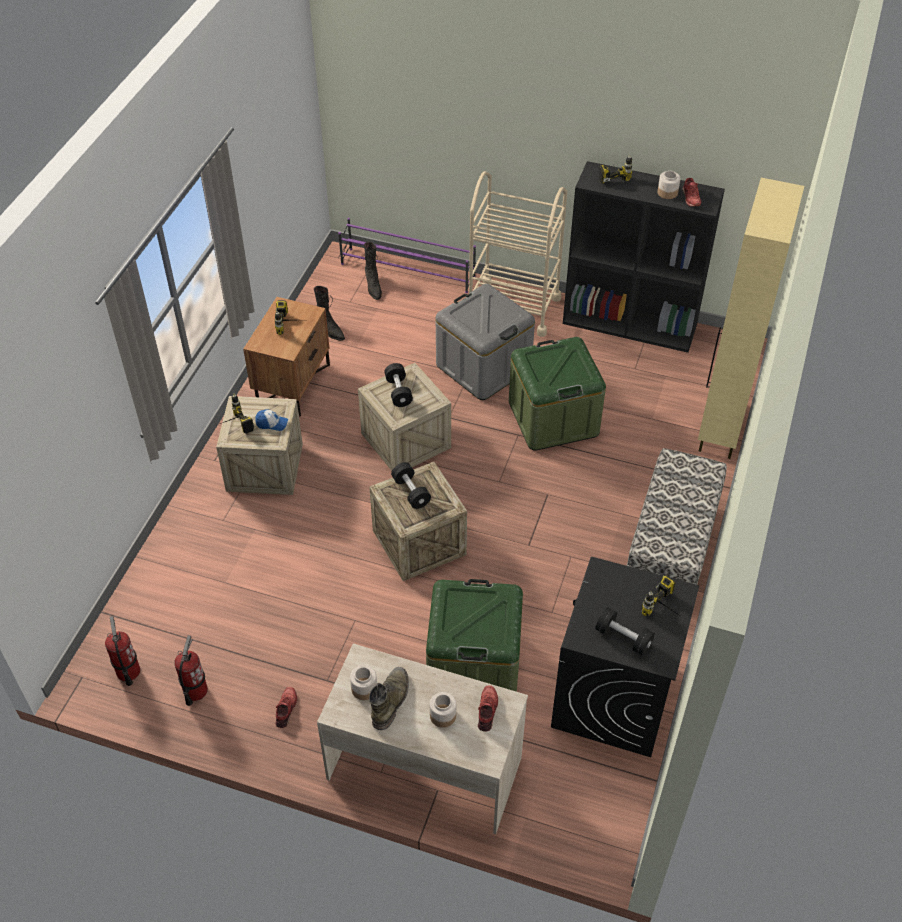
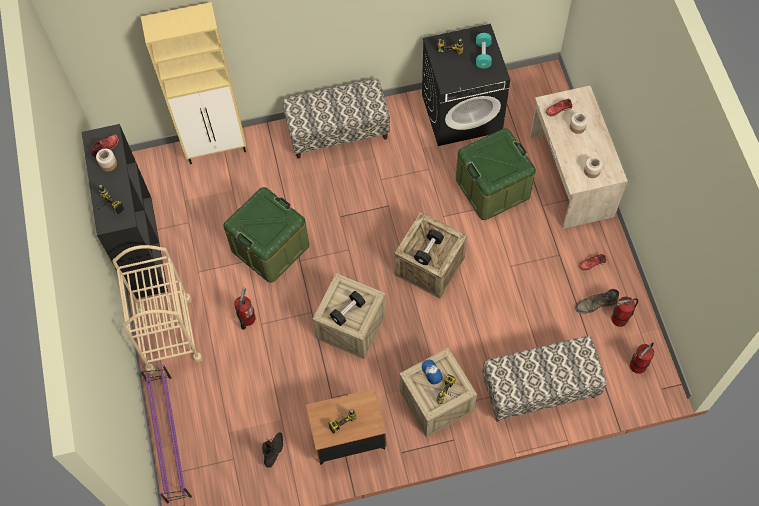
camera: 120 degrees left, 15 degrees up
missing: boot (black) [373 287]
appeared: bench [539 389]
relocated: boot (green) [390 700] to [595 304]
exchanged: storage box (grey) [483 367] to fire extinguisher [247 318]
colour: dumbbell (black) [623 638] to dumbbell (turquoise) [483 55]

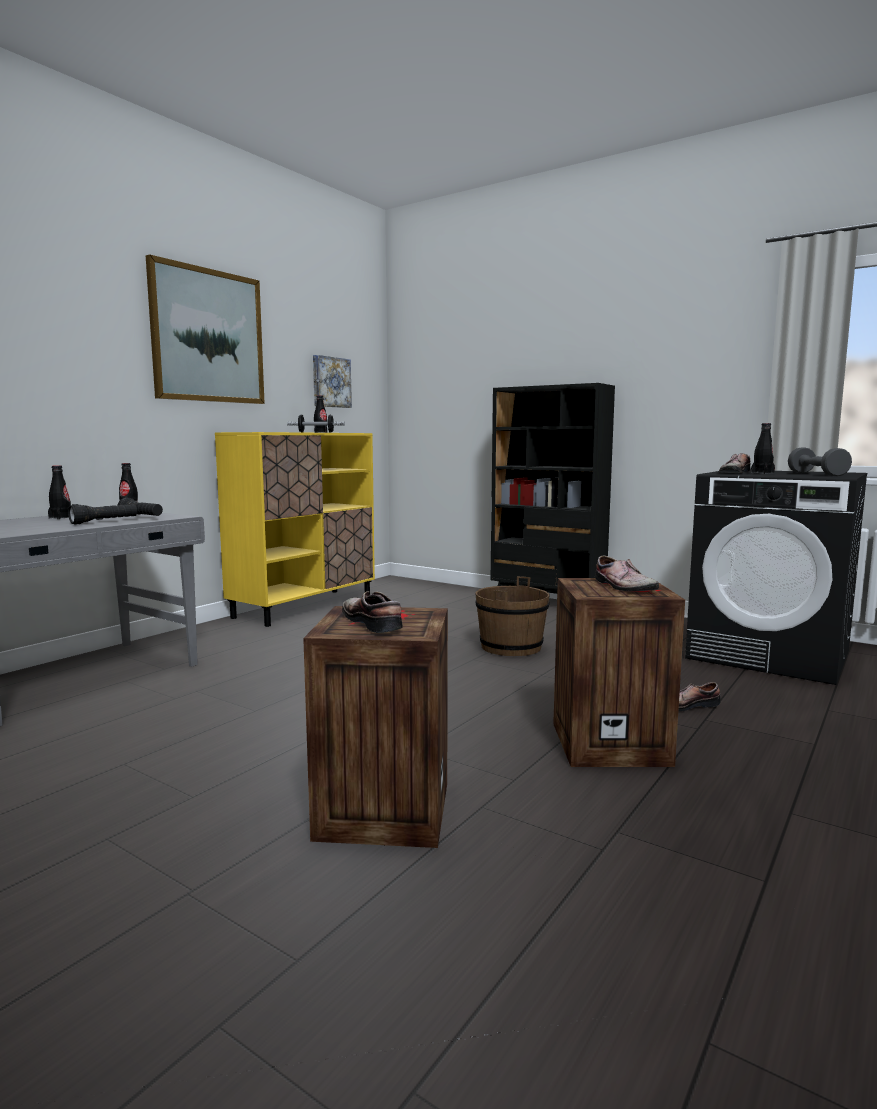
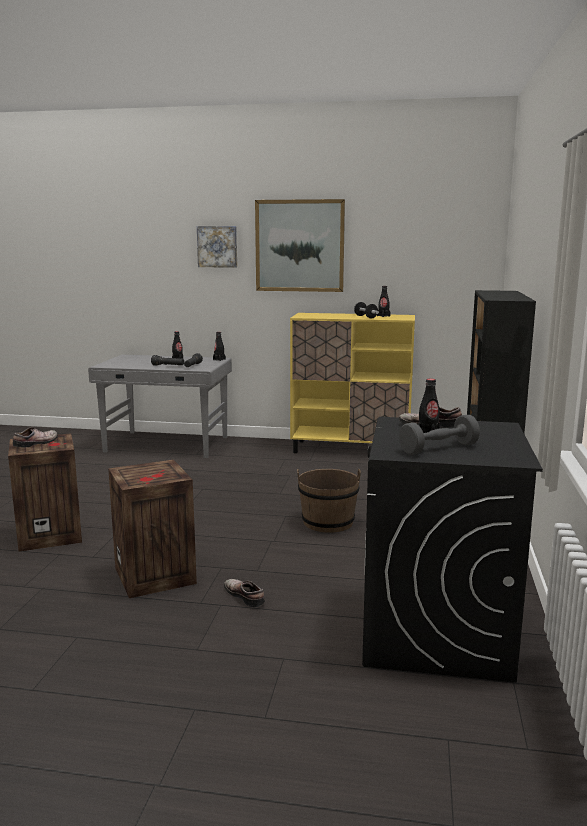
camera: 65 degrees right, 5 degrees up
missing: shoe [622 587]
relocated: picture [330 382] to [217 246]

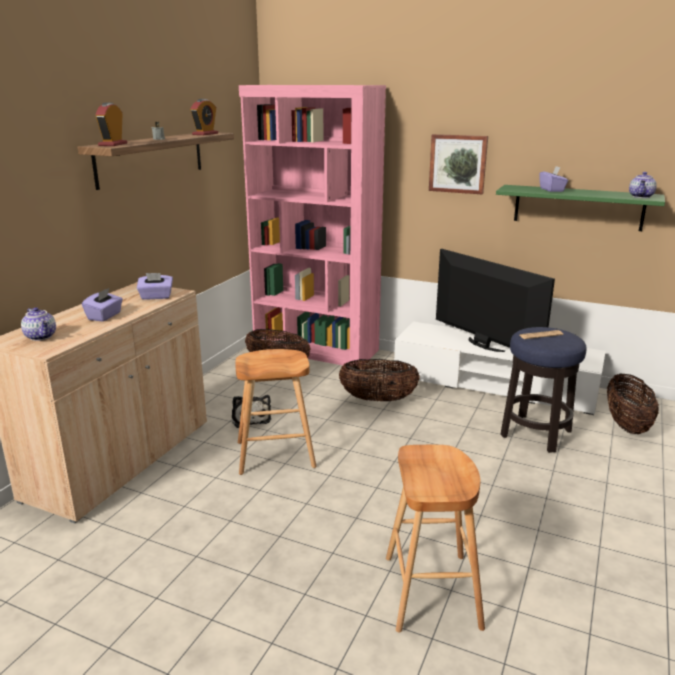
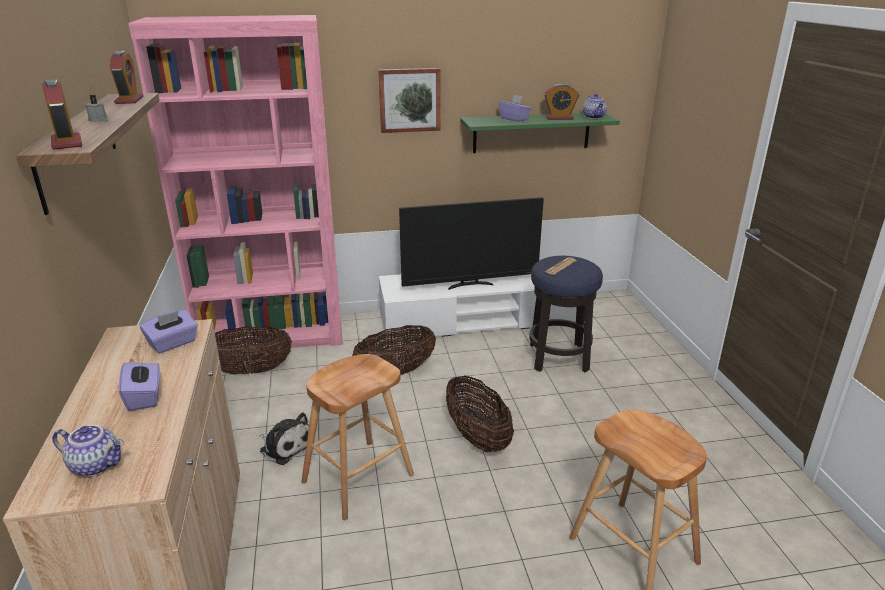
camera: 35 degrees left, 5 degrees up
appeared: alarm clock [559 118]
relocated: basket [626 425] to [477 437]
spun: television [483 345] = [470 285] 150 degrees clockwise

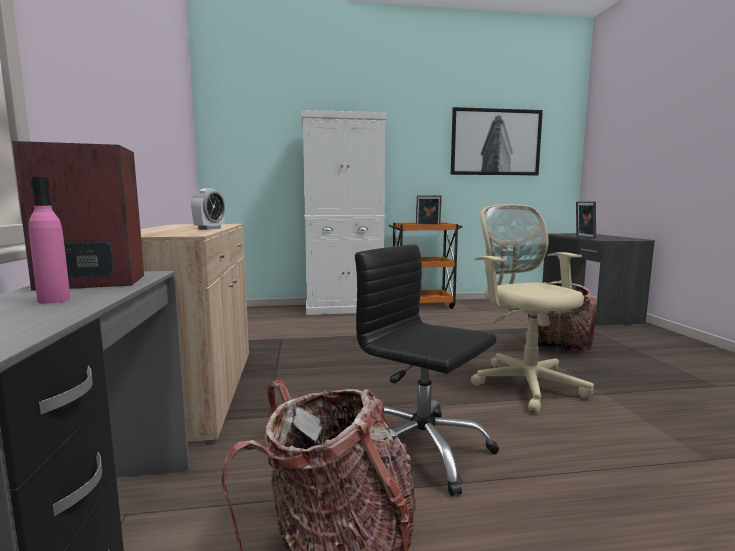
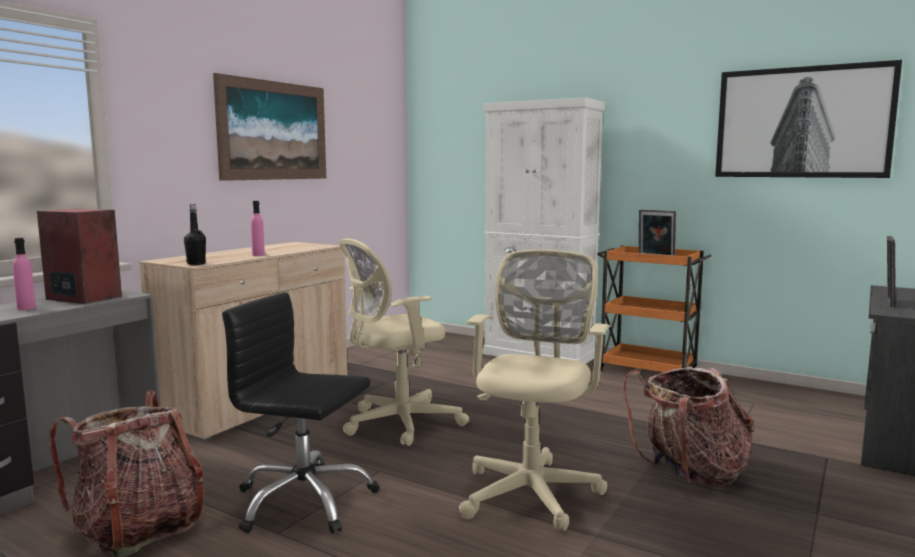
camera: 40 degrees right, 0 degrees up
appeared: bottle (black) [196 264]; picture [274 131]; office chair (beige) [397 424]
exchanged: alarm clock [209 229] to bottle (pink) [258 255]
spun: office chair (black) [422 450] = [304 501] 60 degrees counterclockwise

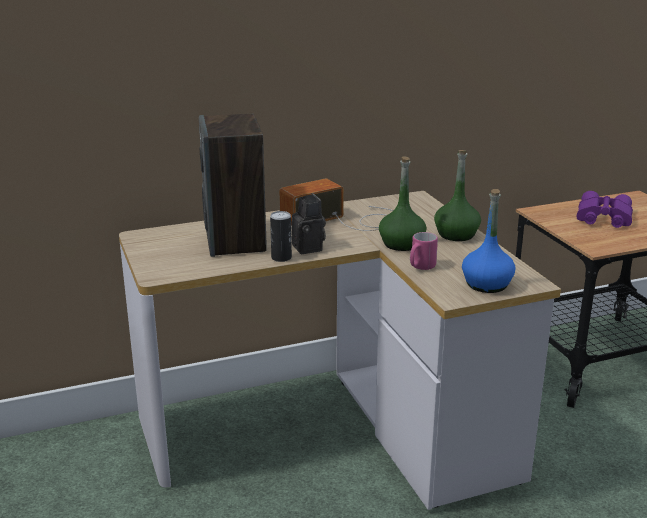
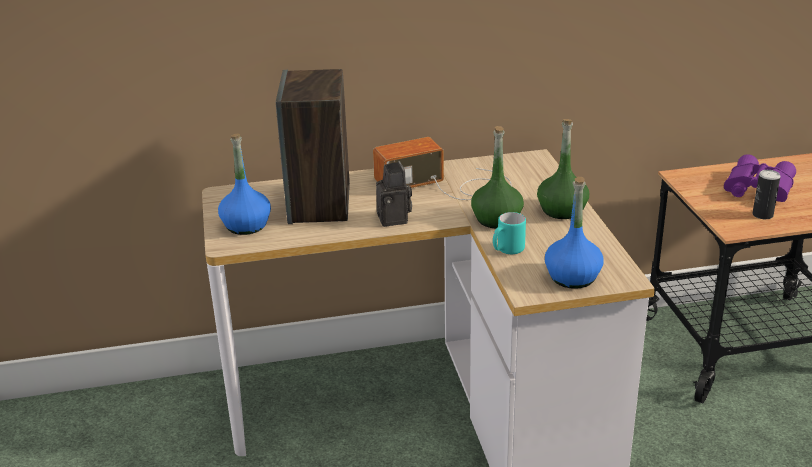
camera: 10 degrees right, 5 degrees up
appeared: bottle (blue) [246 225]
relocated: can [281 258] to [762 215]
colour: mug (pink) [420 267] to mug (turquoise) [507 250]

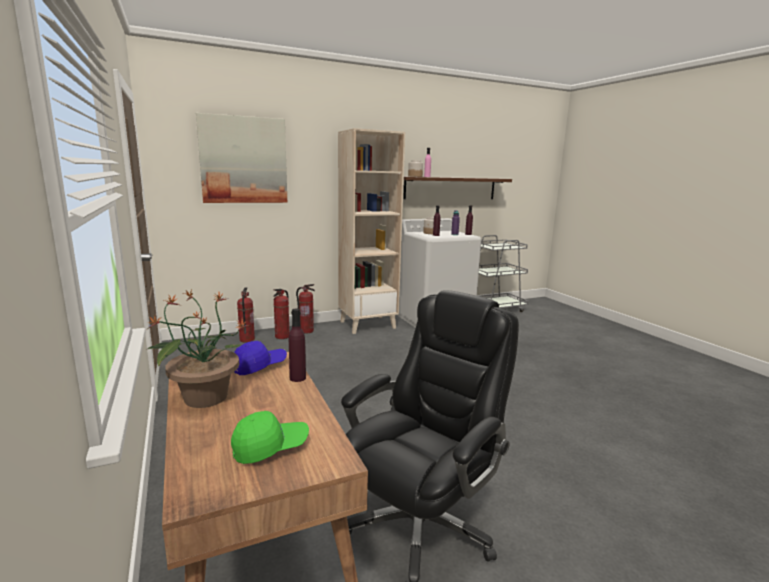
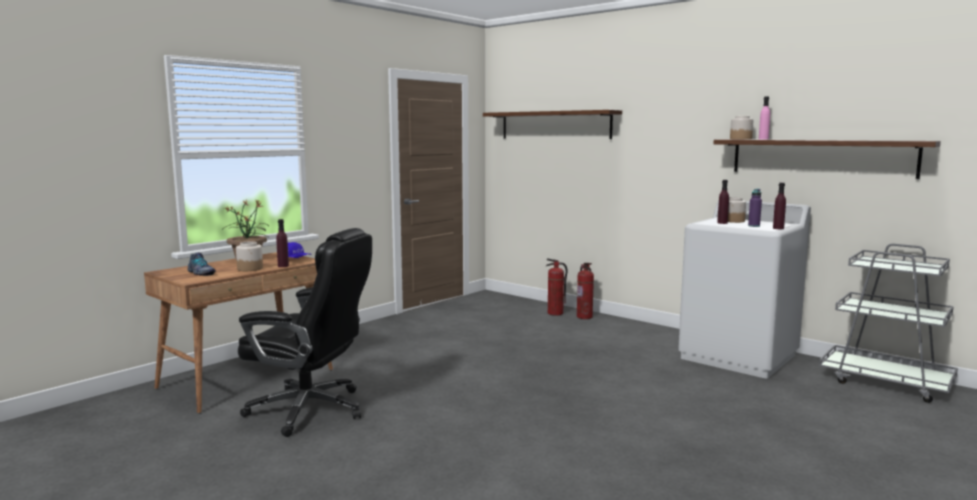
camera: 65 degrees right, 5 degrees down
missing: fire extinguisher [246 339]; bookcase (beige) [368 324]
appeared: jar [250 268]
exchanged: cap (green) [270 447] to shoe [201 273]; picture [244 160] to shelf [554 125]

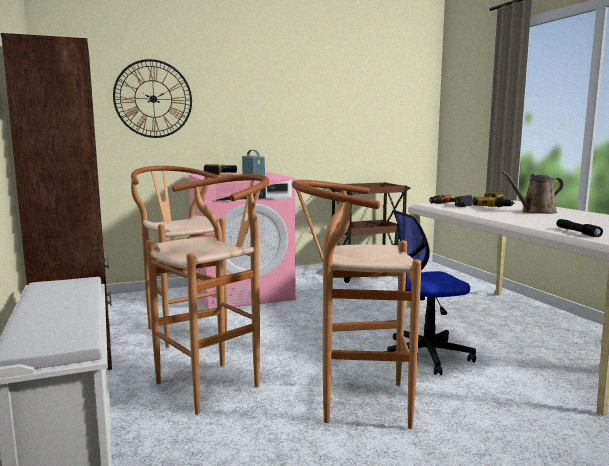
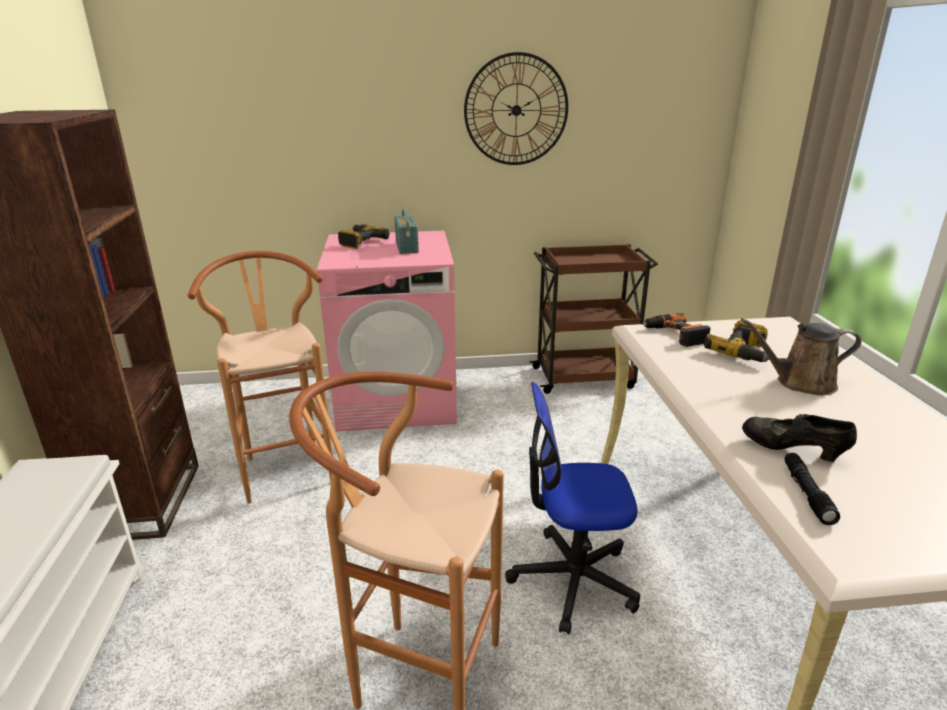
camera: 15 degrees right, 15 degrees up
missing: stool (brown) [218 382]
appeared: shoe (black) [792 451]
relocated: wall clock [153 99] to [516 110]

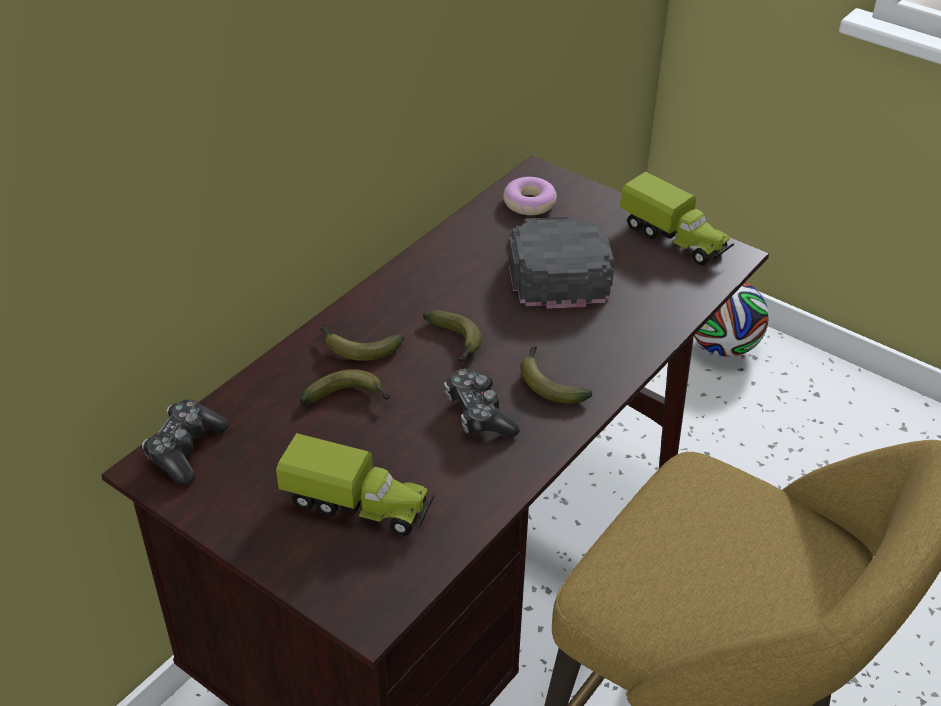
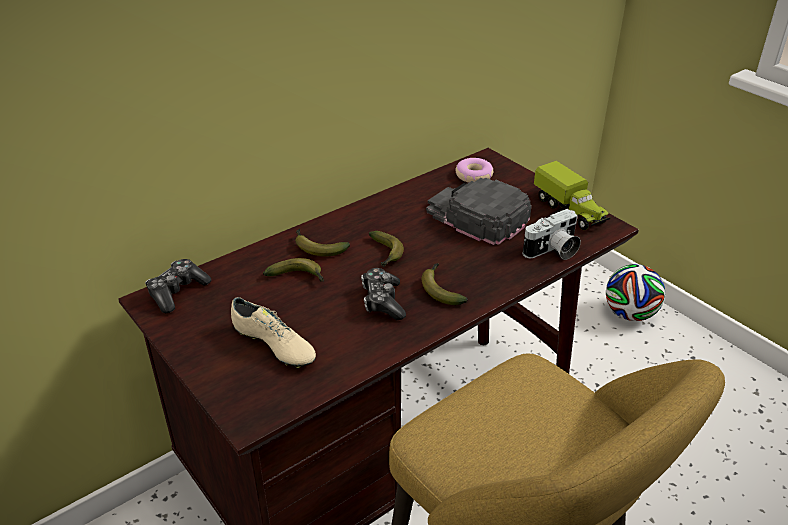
camera: 15 degrees right, 5 degrees down
appeared: photo camera [553 251]
exchanged: toy truck [358 505] to shoe (beige) [274 346]
spun: cap (black) [555 265] = [476 216] 60 degrees counterclockwise

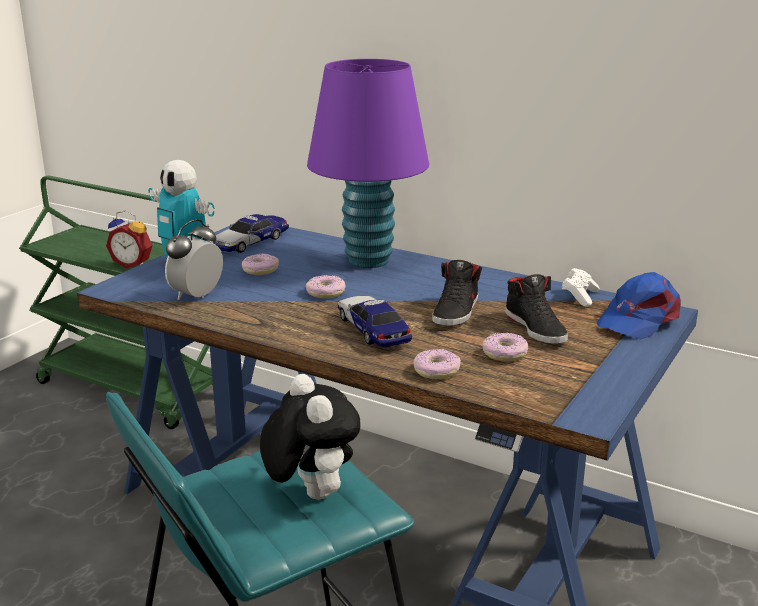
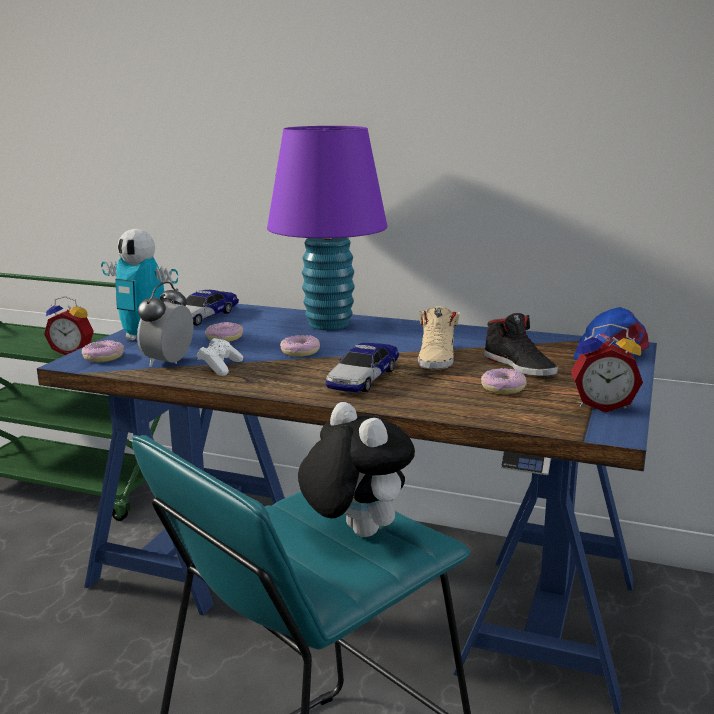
camera: 10 degrees left, 5 degrees down
appeared: alarm clock [602 405]
relocated: donut [436 371] to [103 357]; game controller (white) [579 297] to [220 367]
colour: shoe (black) [457 311] to shoe (beige) [437 358]
spun: toy car [373 329] = [363 378] 120 degrees counterclockwise

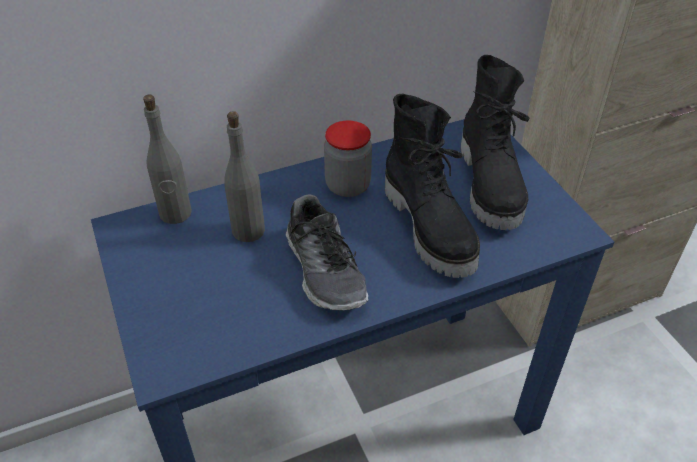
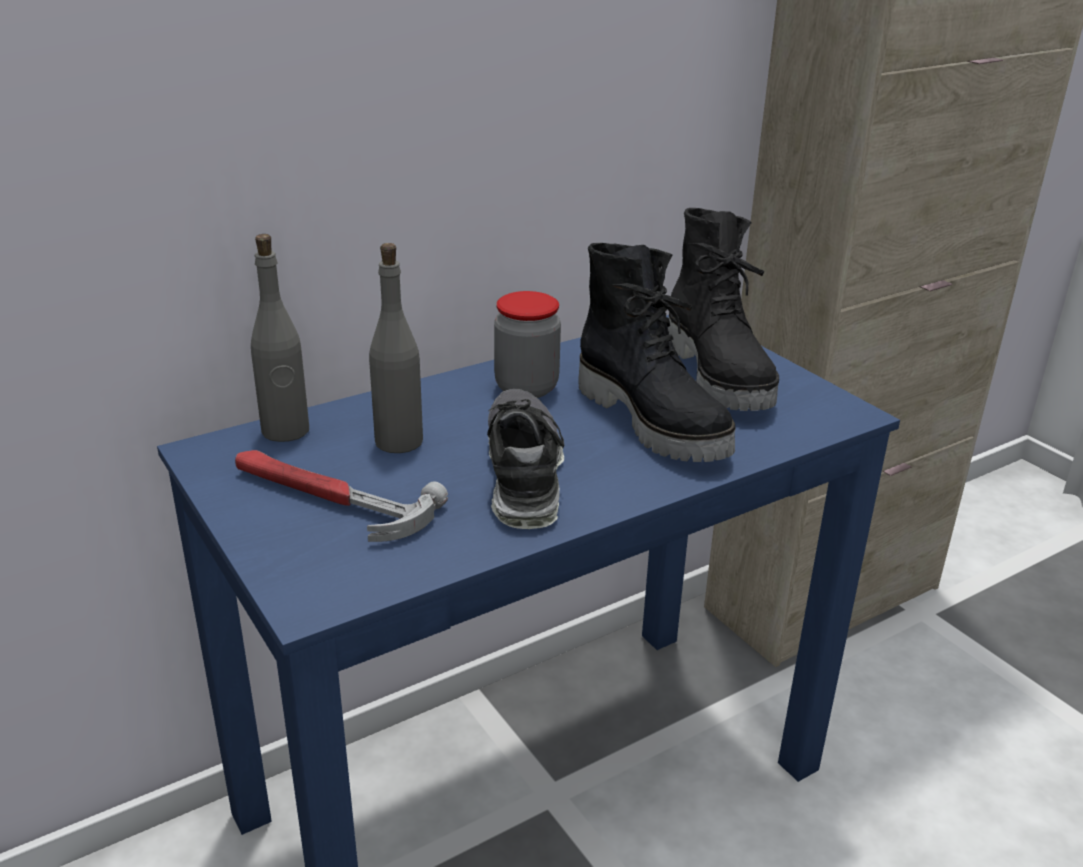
camera: 10 degrees left, 15 degrees down
appeared: hammer [328 499]
spun: shoe [325 270] = [522 474] 150 degrees counterclockwise

